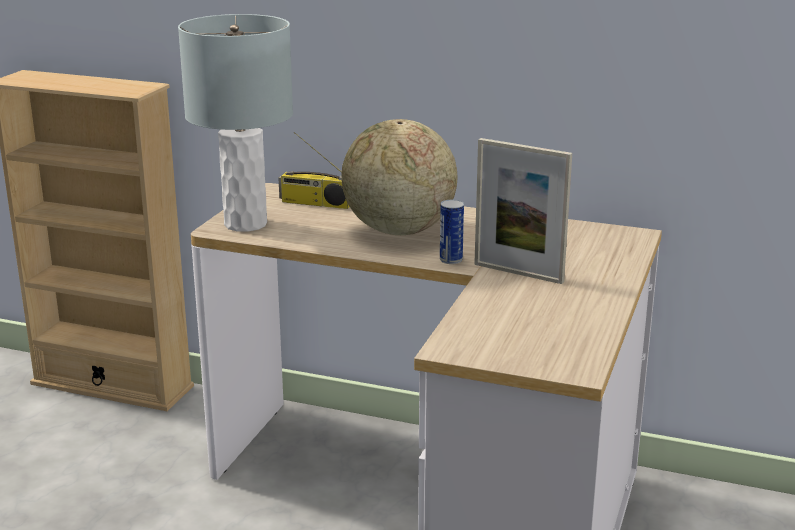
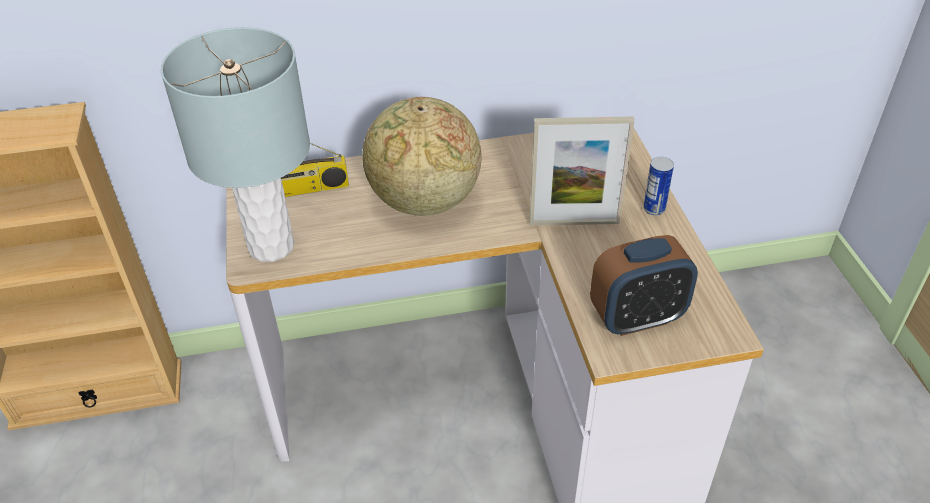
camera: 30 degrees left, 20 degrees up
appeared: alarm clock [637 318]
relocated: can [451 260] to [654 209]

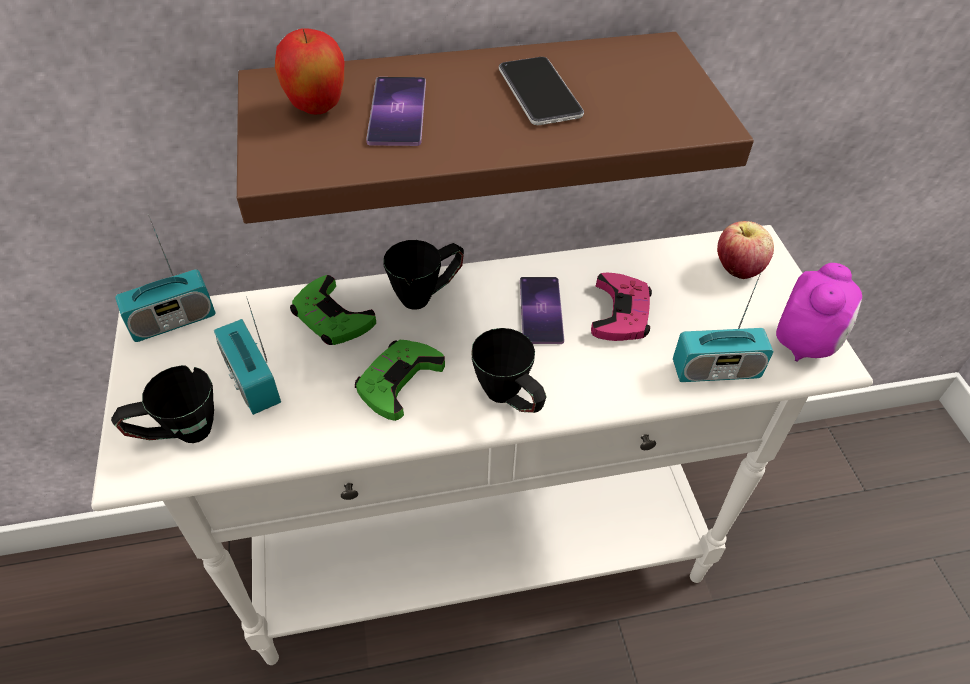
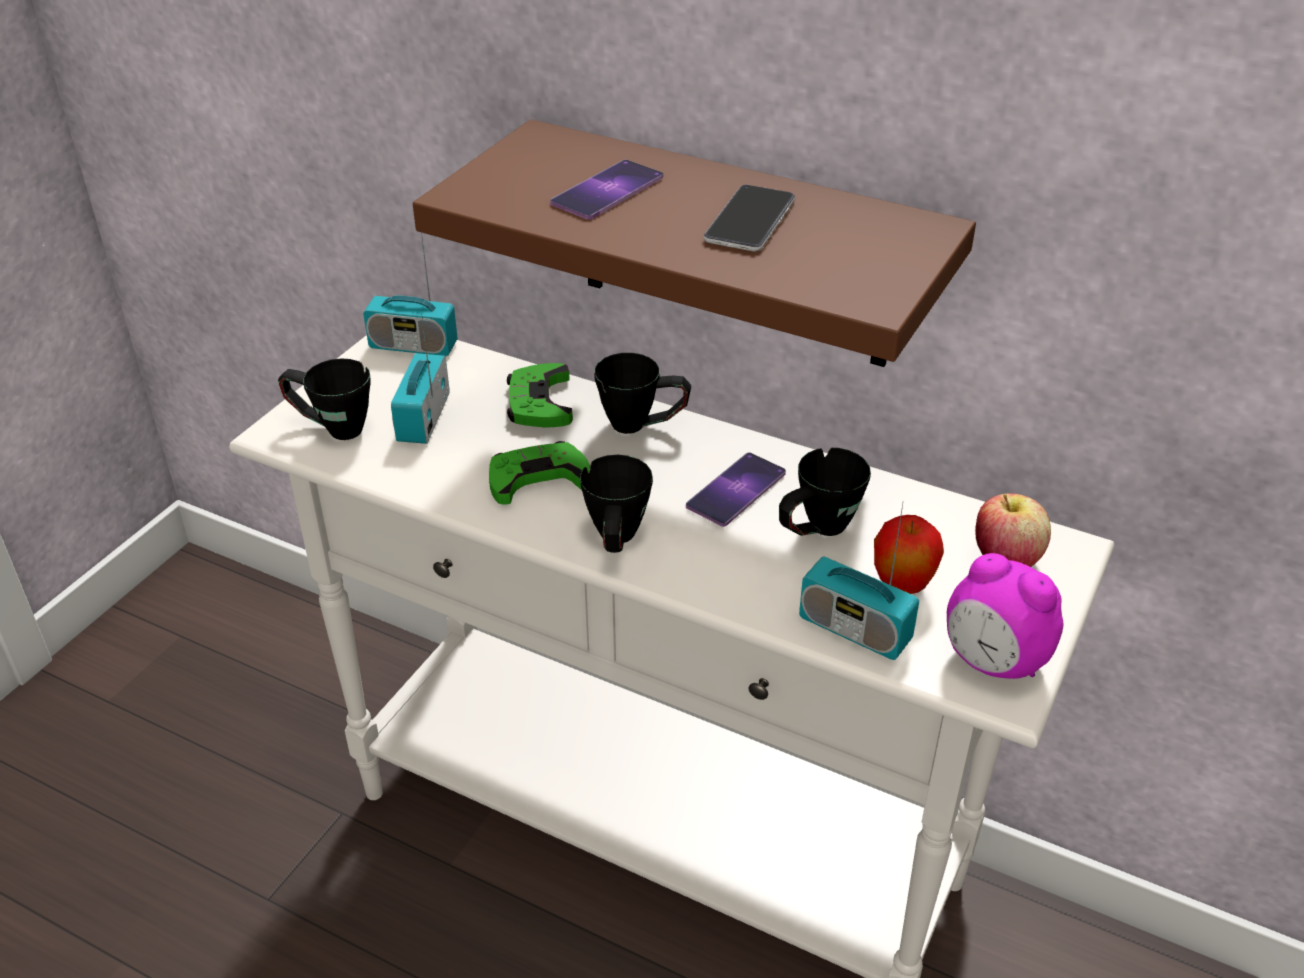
camera: 40 degrees right, 10 degrees down
relocated: apple [317 109] to [902 586]
exchanged: game controller (pink) [620 313] to mug (black) [816 532]
spun: alarm clock [804 343] = [993 662] 60 degrees clockwise

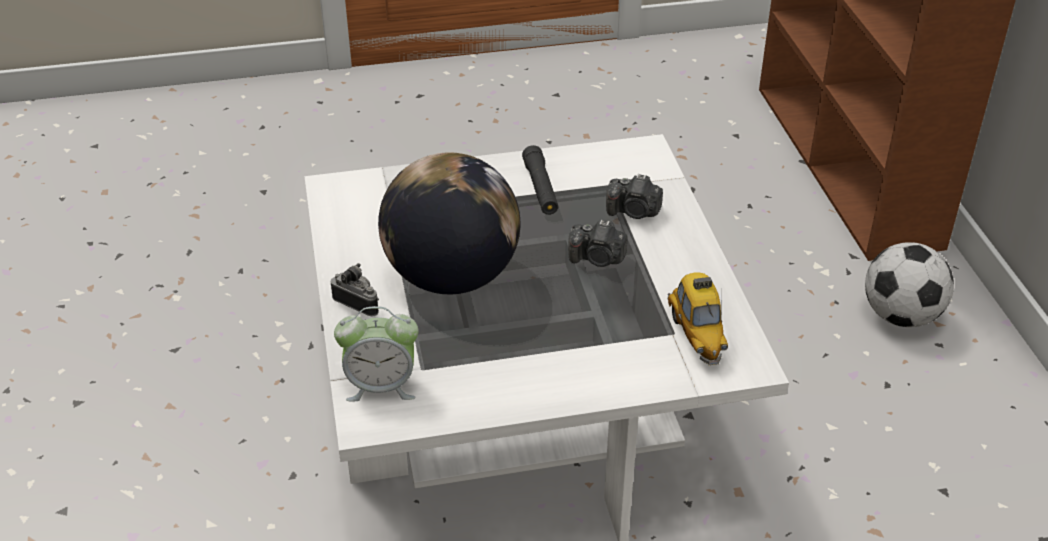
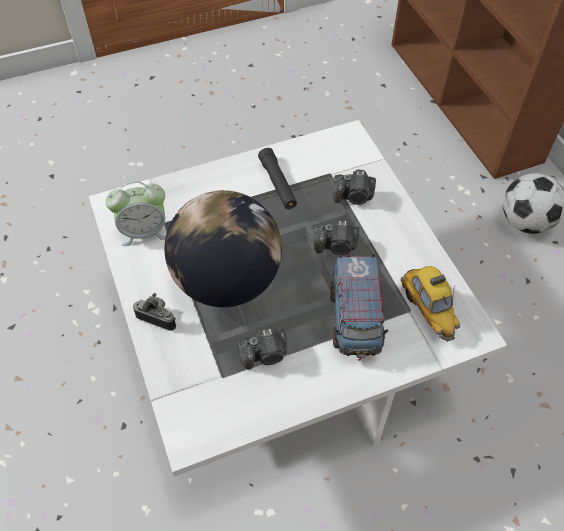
camera: 10 degrees left, 15 degrees up
appeared: photo camera [265 354]; toy truck [355 320]
relocated: alarm clock [381 386] to [144 231]

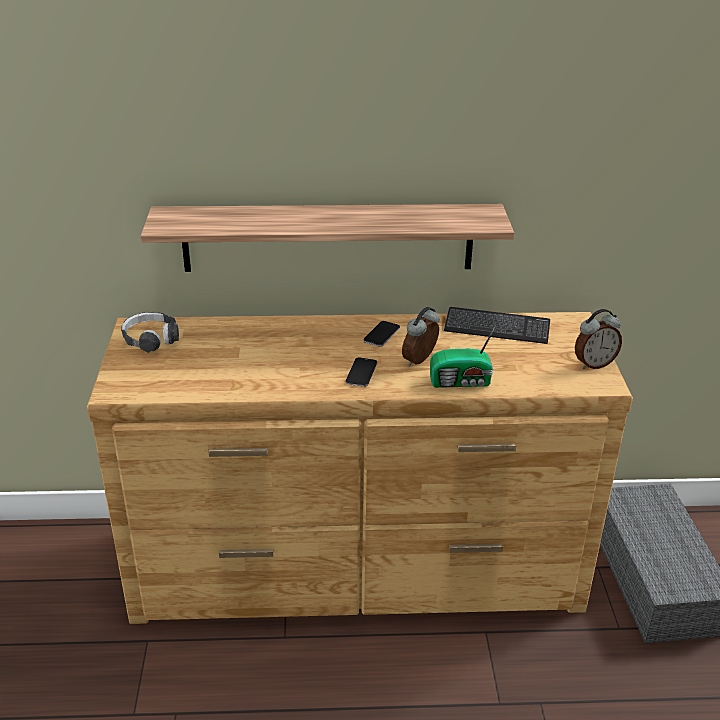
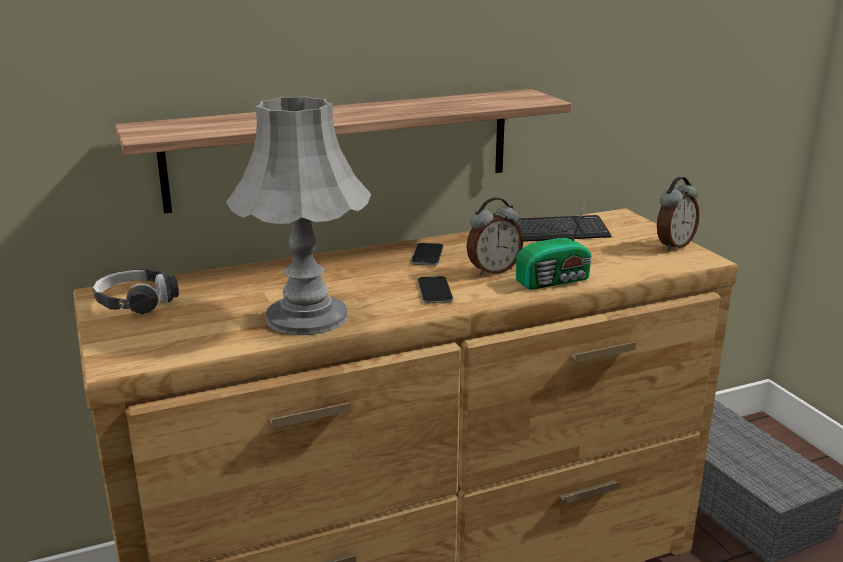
camera: 20 degrees left, 10 degrees down
appeared: table lamp (grey) [306 317]
spun: alarm clock [421 361] = [493 270] 135 degrees counterclockwise

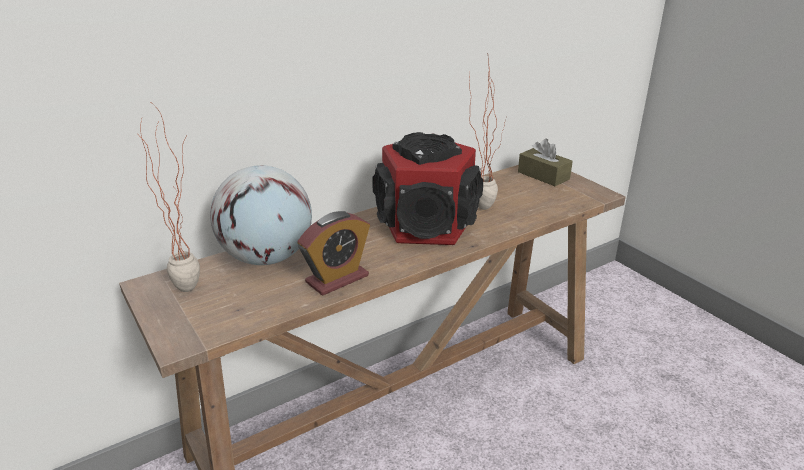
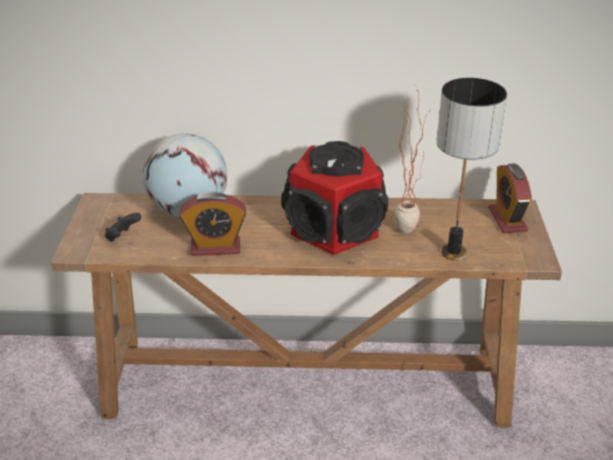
camera: 35 degrees right, 5 degrees up
missing: potted plant [191 283]
appeared: game controller (black) [122 237]; table lamp [453 252]
exchanged: tissue box (brown) [543 175] to alarm clock [507 219]

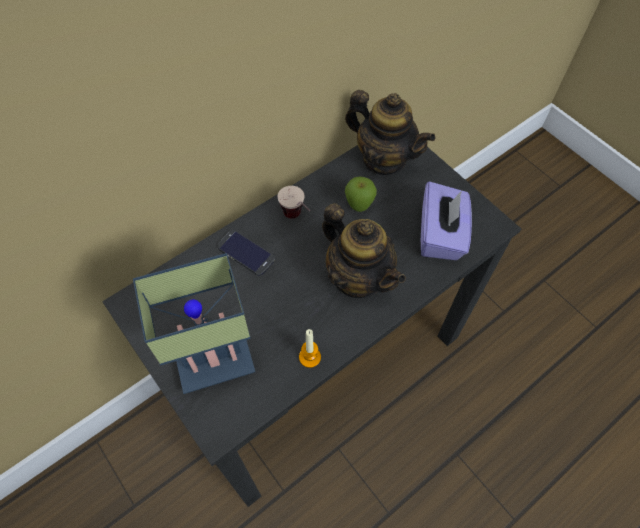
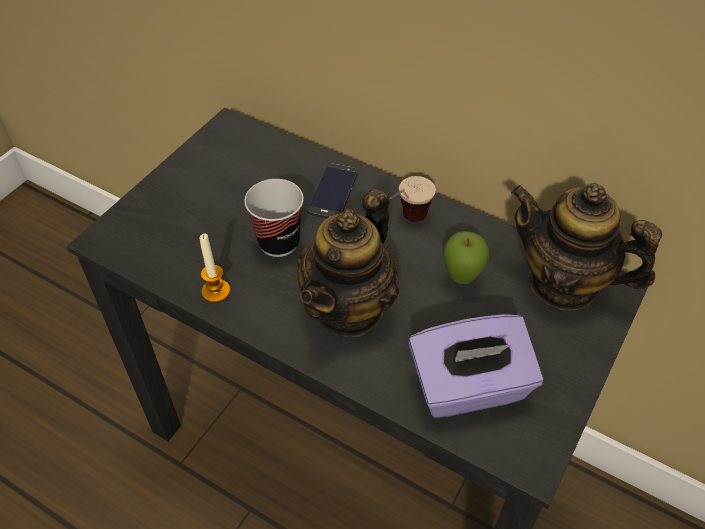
camera: 70 degrees right, 10 degrees down
missing: table lamp [216 354]
appeared: cup [278 242]
spun: teapot [384 159] = [564 284] 105 degrees clockwise

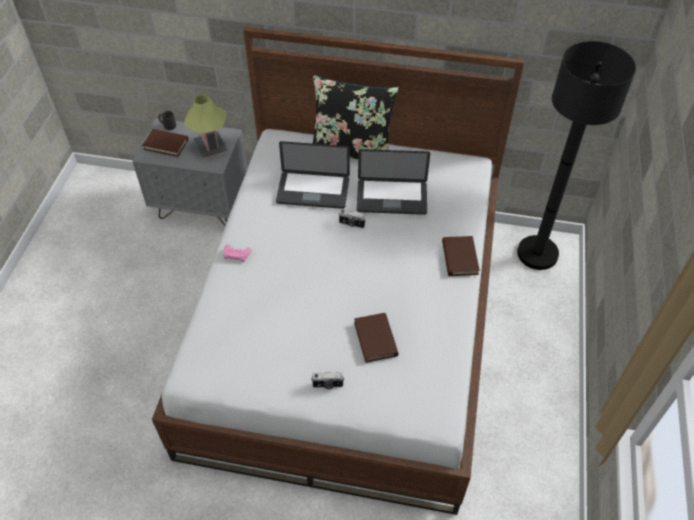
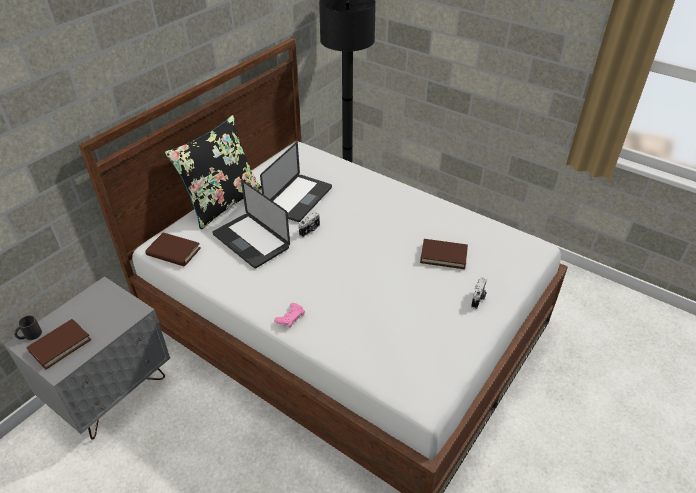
camera: 65 degrees left, 10 degrees down
missing: table lamp [211 147]
relocated: book (brown) [459 258] to [173 252]
spun: laptop [313 191] = [251 241] 105 degrees clockwise

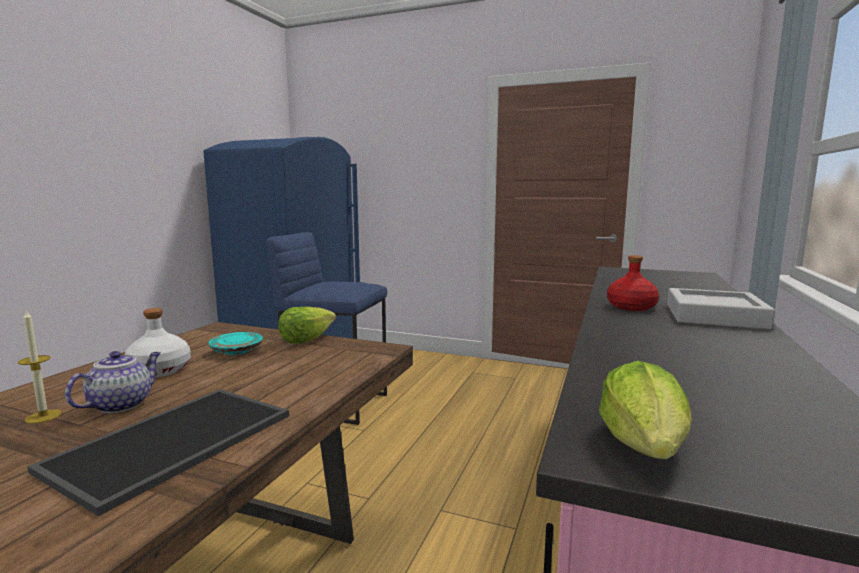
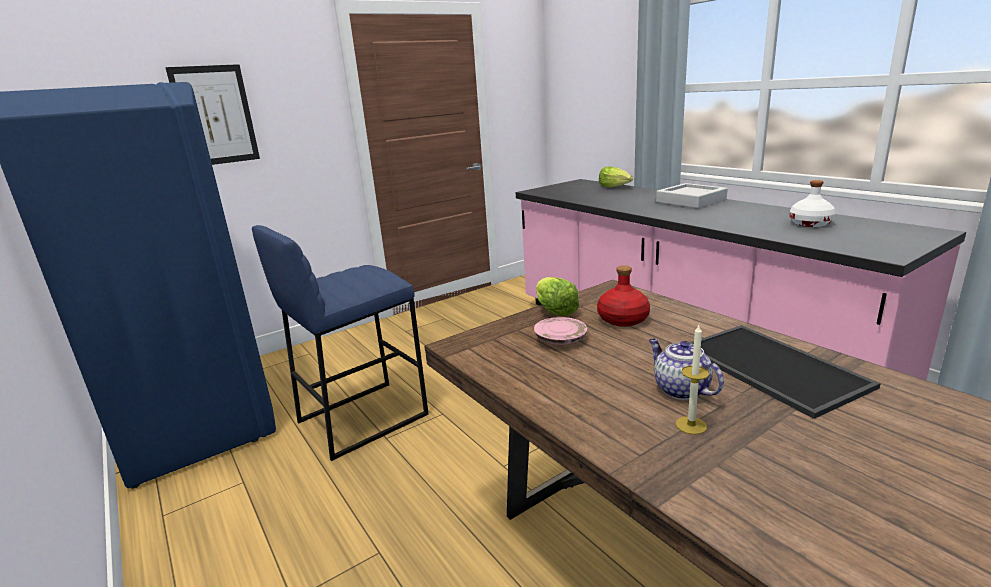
camera: 55 degrees left, 10 degrees up
appeared: picture [215 115]
relocated: bottle (red) [632 307] to [623 319]; lettuce [645 446] to [615 187]; bottle (white) [159 371] to [811 223]
colour: plate (turquoise) [237 351] to plate (pink) [560 339]

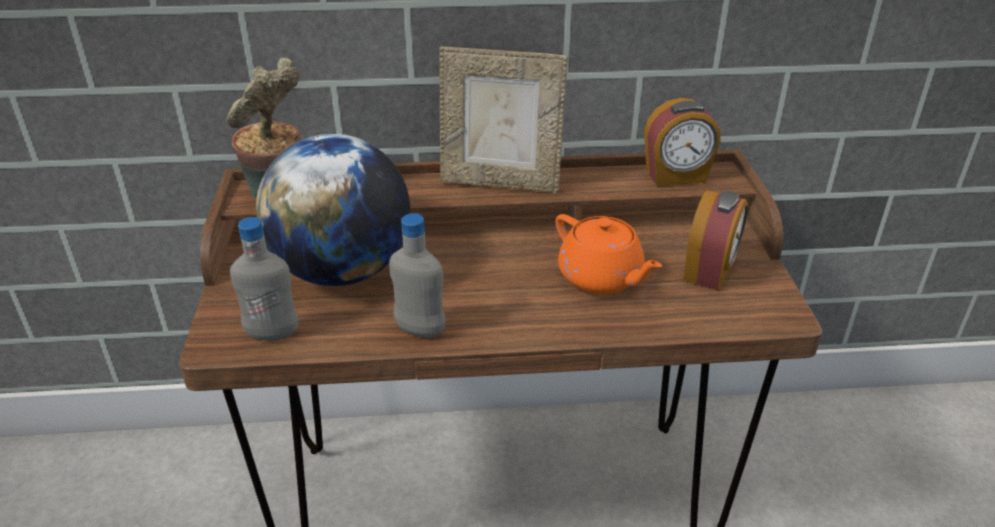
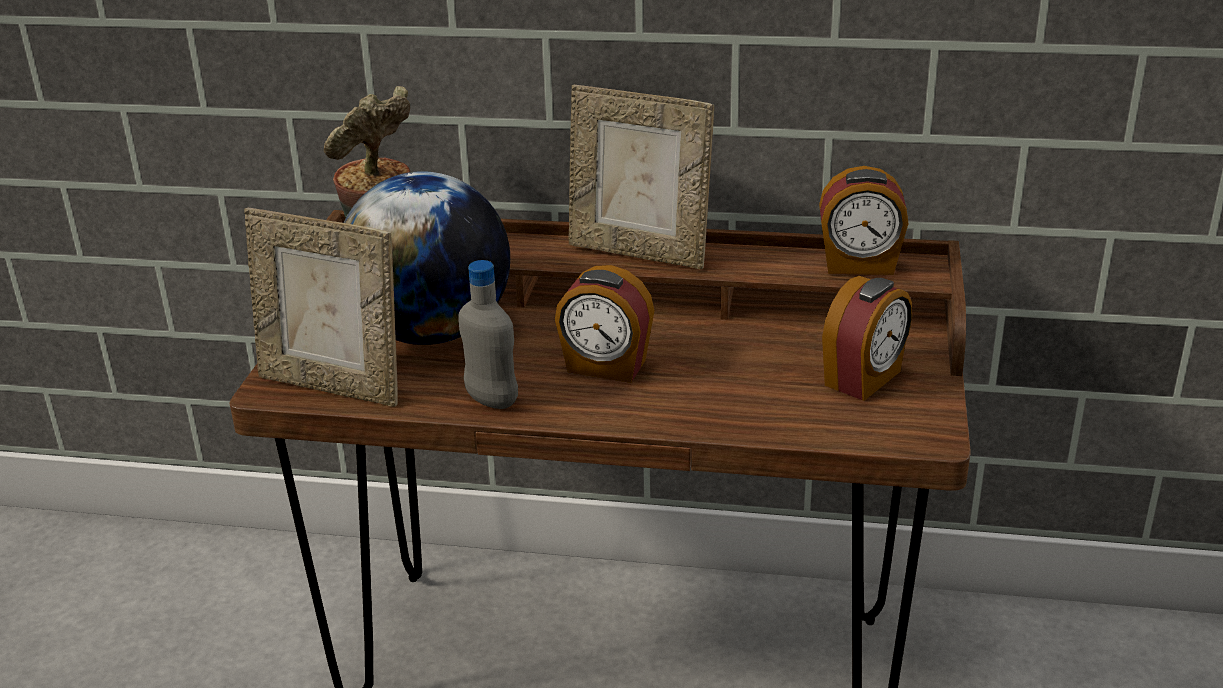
camera: 15 degrees right, 5 degrees down
missing: teapot (orange) [601 278]
appeared: alarm clock [605 367]
exchanged: bottle (grey) [272 334] to picture frame [333 385]

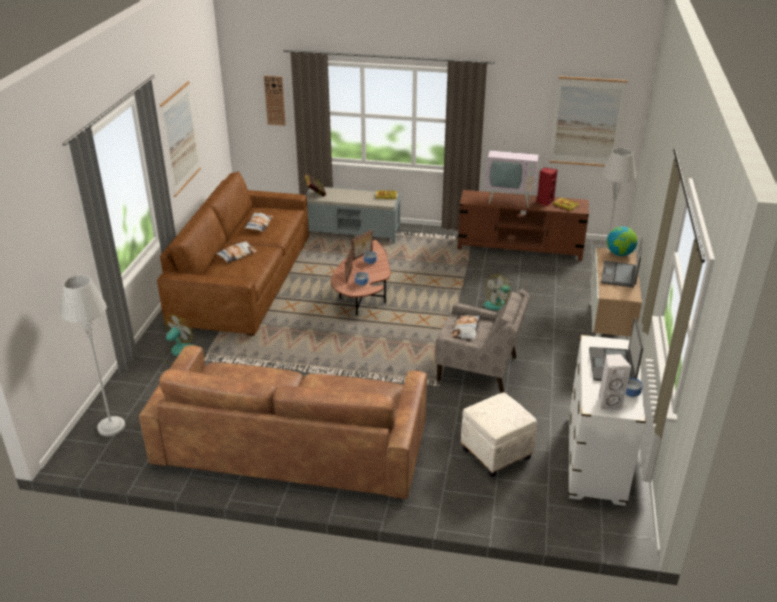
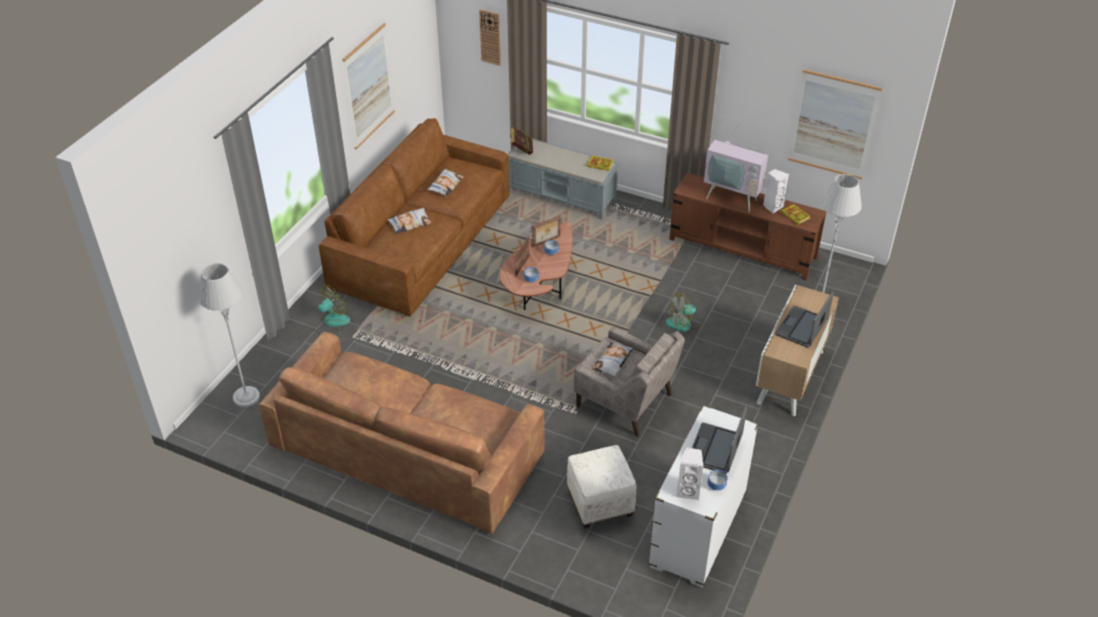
camera: 15 degrees right, 10 degrees up
missing: globe [619 254]
colour: speaker (red) [544 202] to speaker (white) [772 206]

